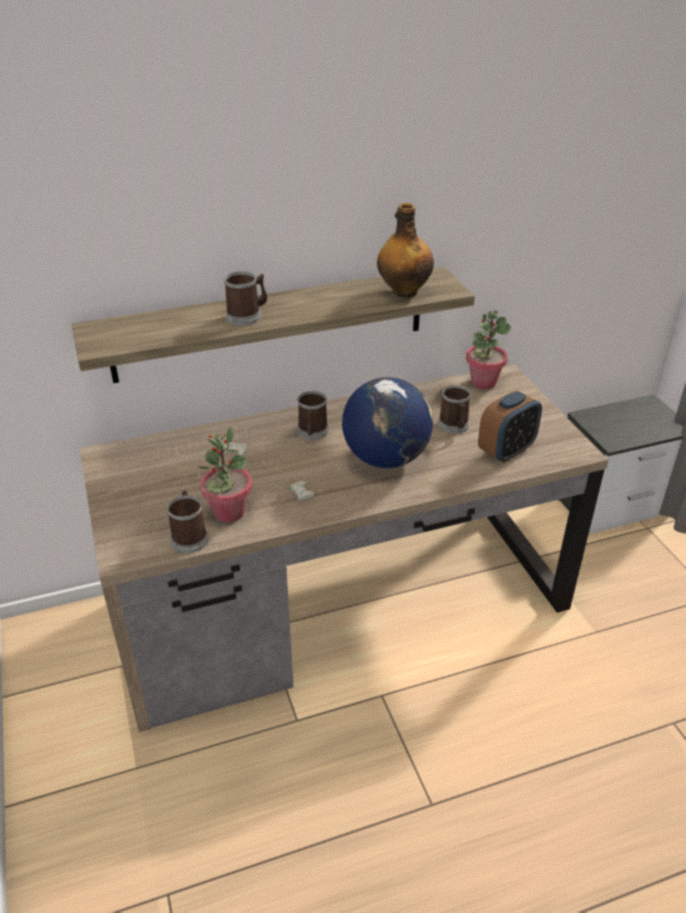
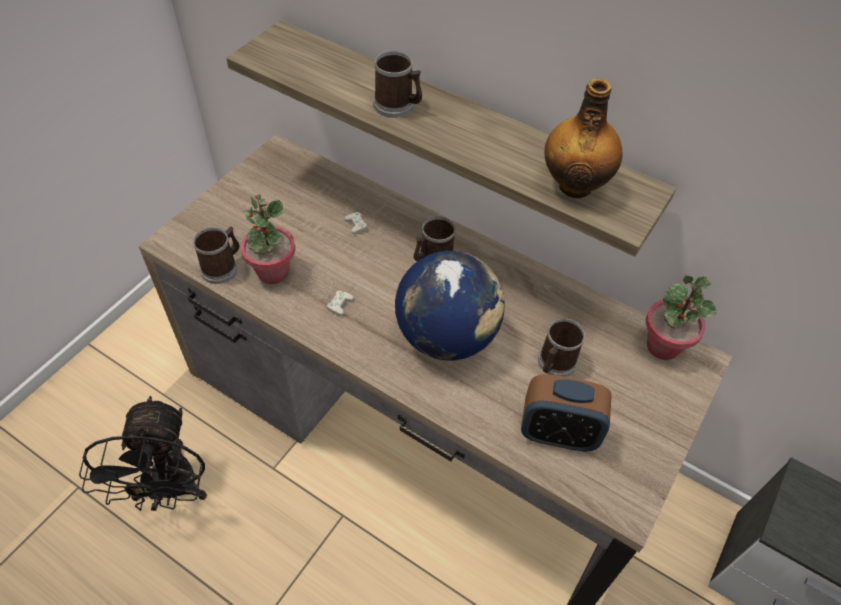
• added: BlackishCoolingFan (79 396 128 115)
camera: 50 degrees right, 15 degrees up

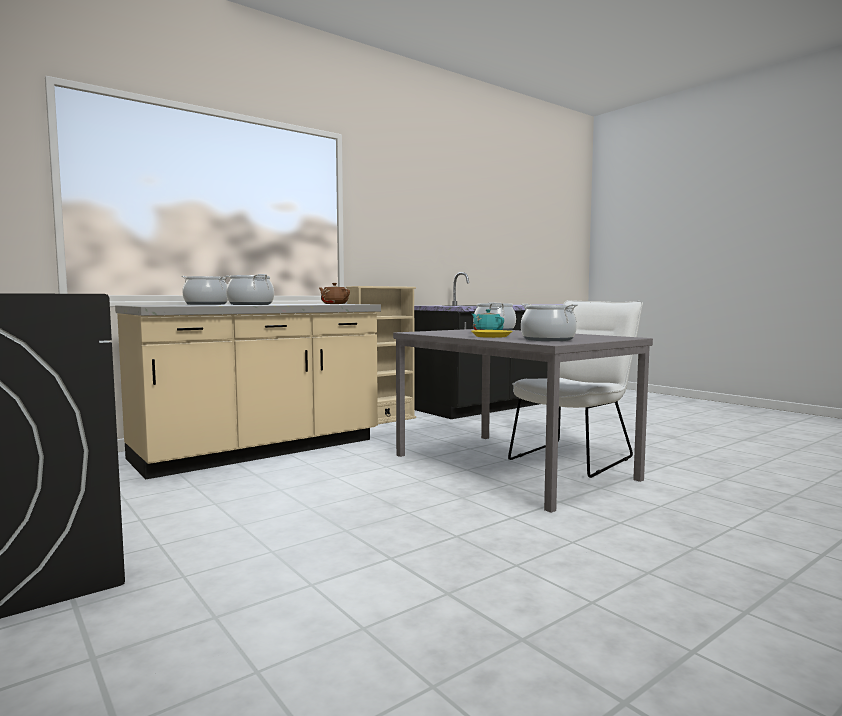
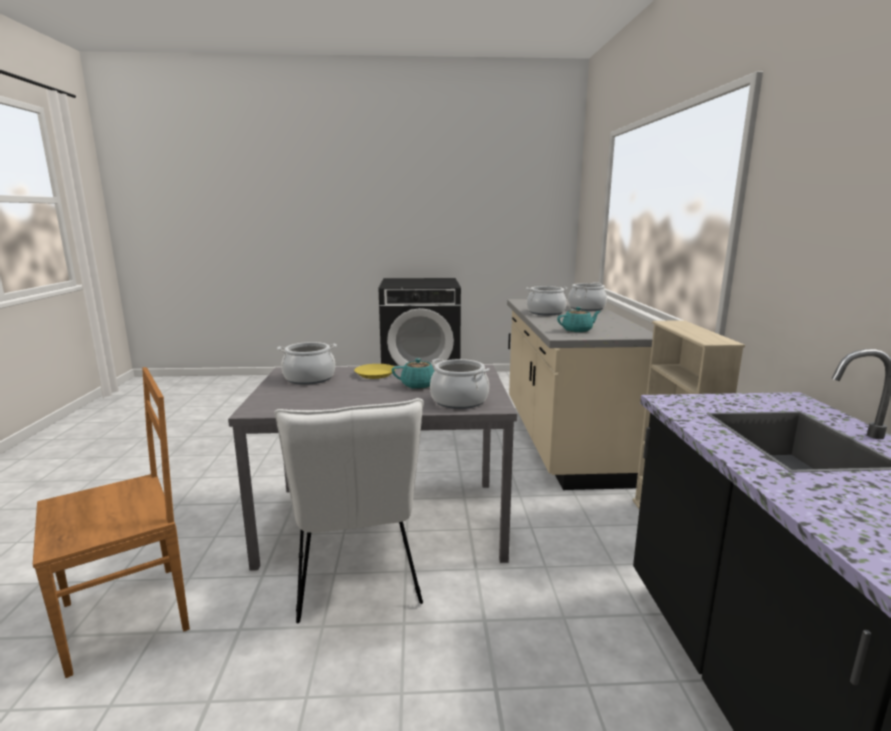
• added: BrownColouredPlainChair (33 367 157 311)
• recoloured: BrownColouredPotForTea (319 283 31 21) to BlueGreenPotForTea (557 307 43 26)
camera: 125 degrees right, 10 degrees up

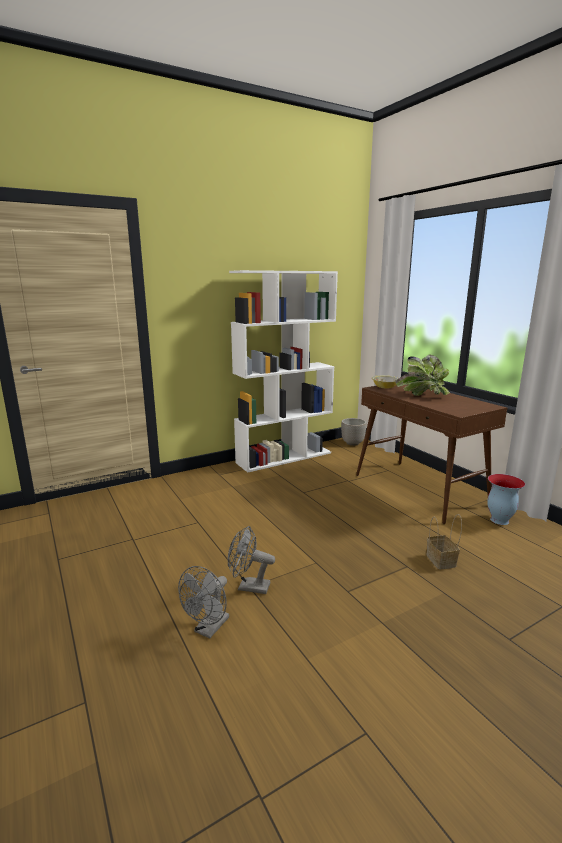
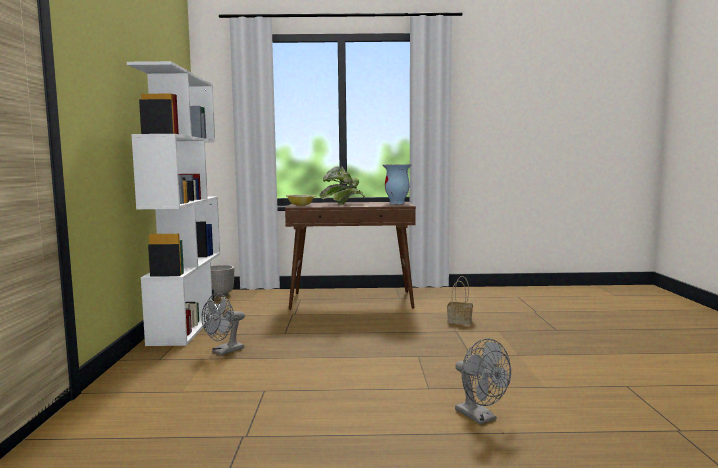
• moved: GreyishCoolingFan (228 526 47 68) to (201 293 44 62)
• moved: DecorativeVase (487 474 38 51) to (383 164 29 40)
camera: 60 degrees left, 10 degrees down

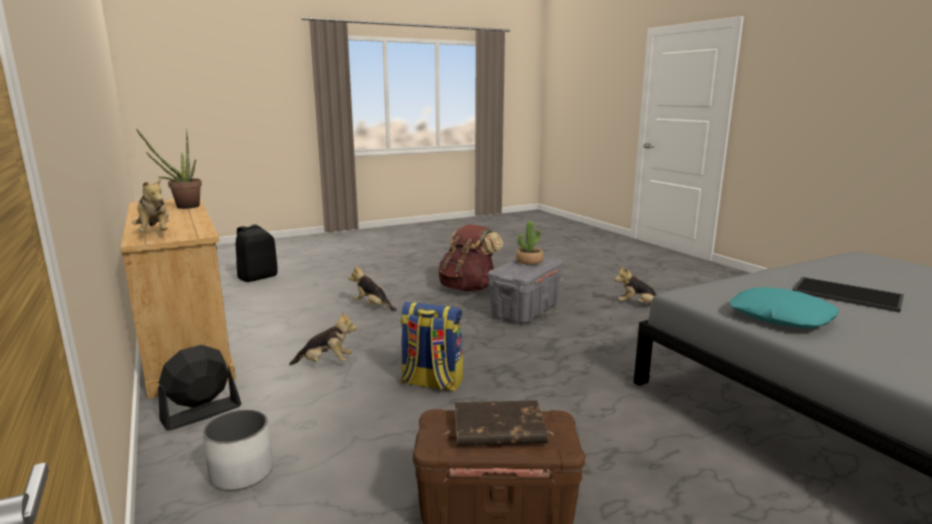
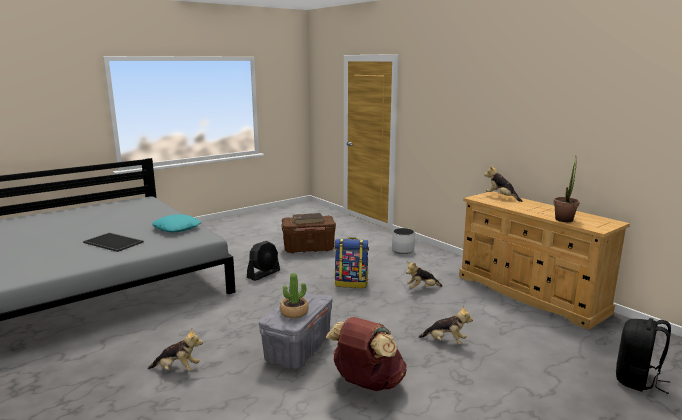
• moved: BlackishCoolingFan (158 345 83 86) to (247 241 33 40)
camera: 170 degrees right, 0 degrees up

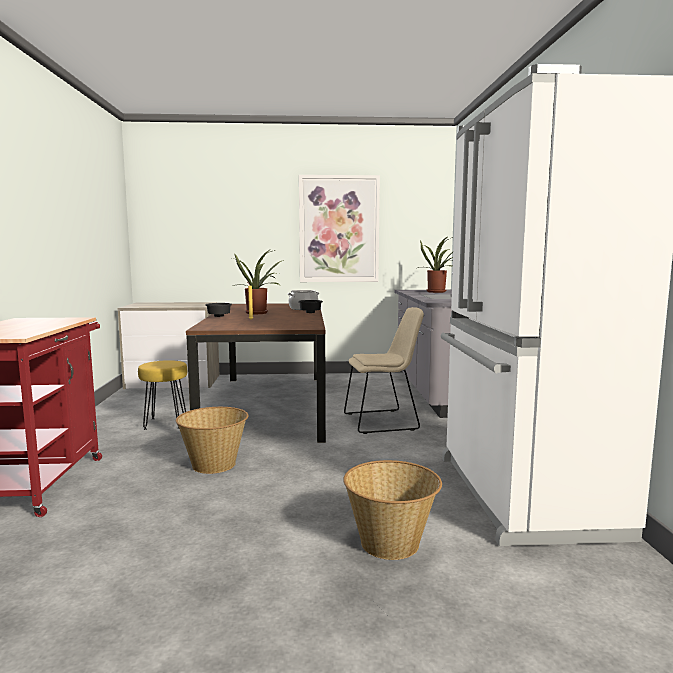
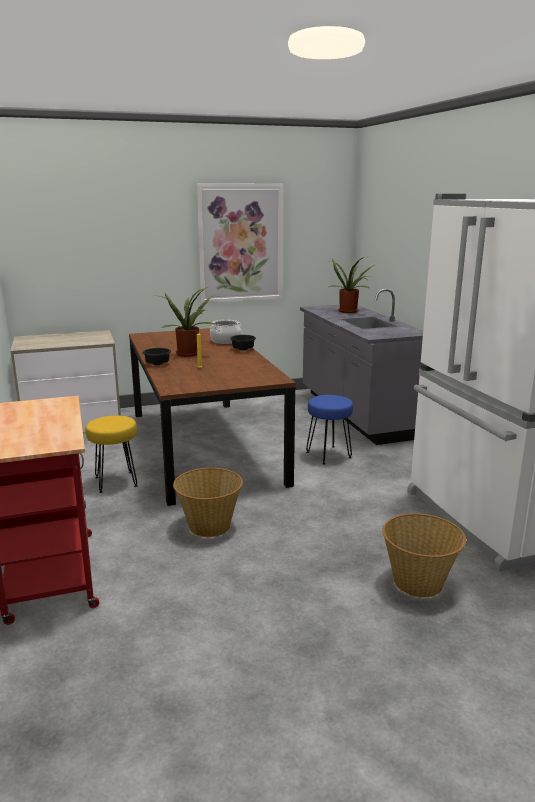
• replaced: BeigeColouredPlainChair (344 307 80 127) to BlueStoolSeat (306 395 47 70)
camera: 15 degrees left, 10 degrees up

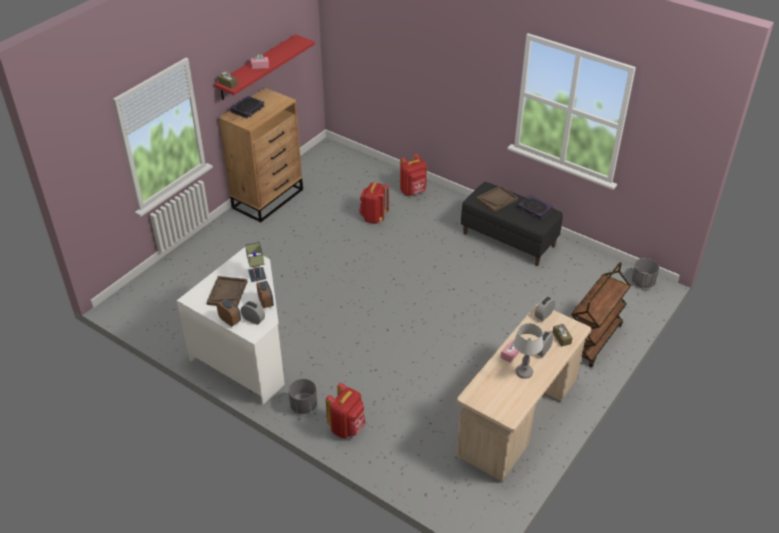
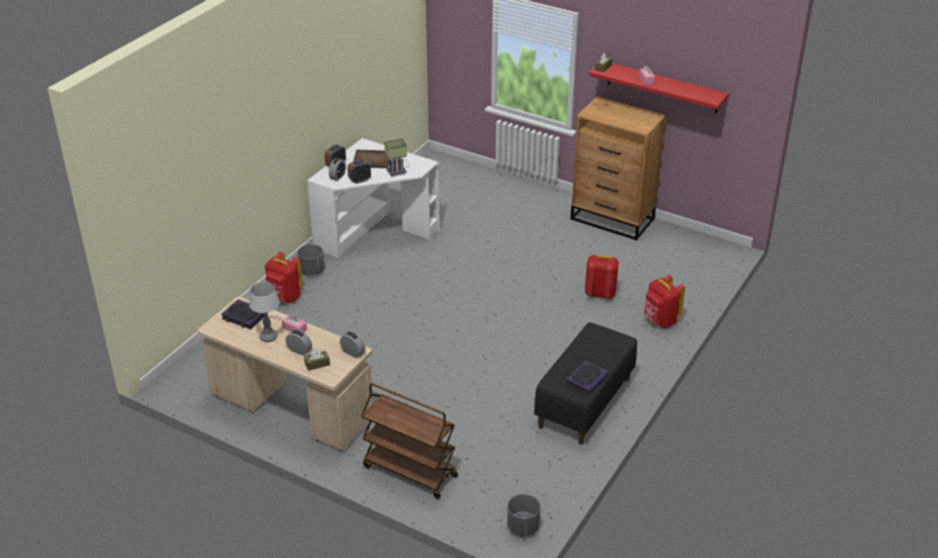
• removed: BrownColouredCarryingTray (477 185 41 27)
• moved: BoundBook (230 96 35 22) to (221 299 43 31)
camera: 85 degrees right, 5 degrees down

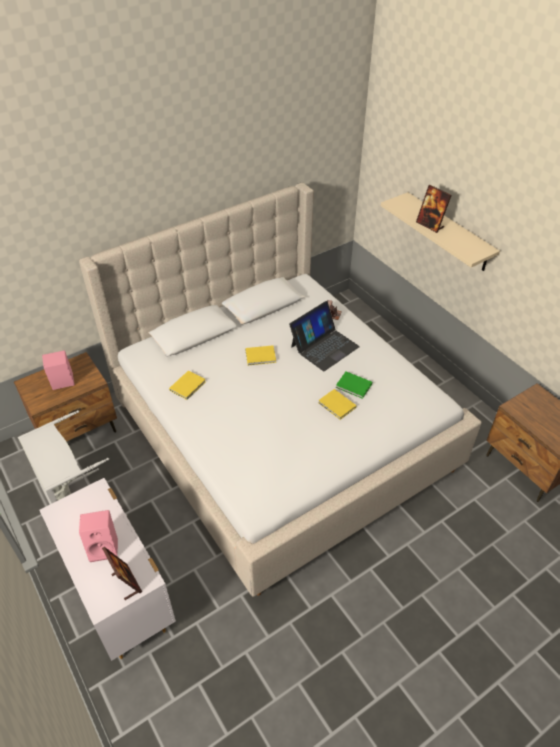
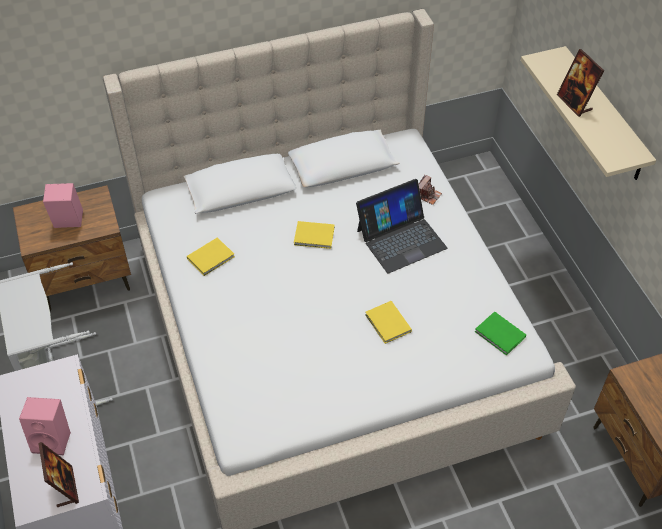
• moved: GreenBoundBook (336 372 36 27) to (475 311 51 45)
camera: 15 degrees right, 5 degrees up

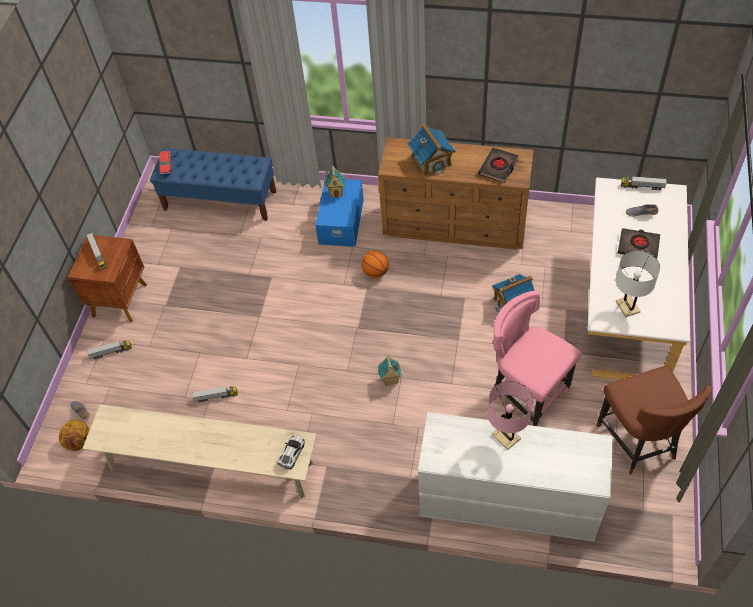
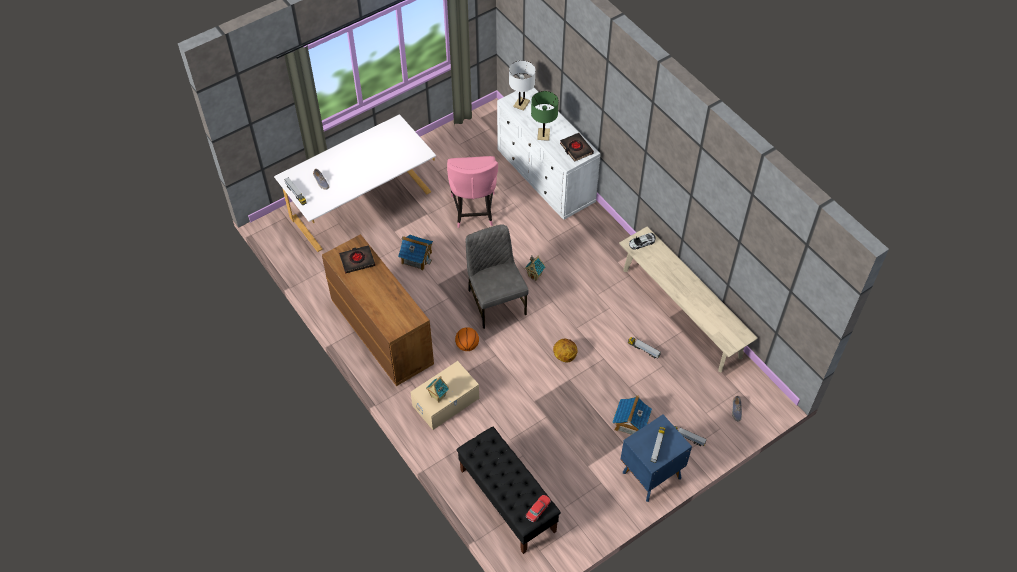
• removed: BrownColouredPlainChair (596 366 117 108)
• added: GreyishPlainChair (465 224 64 105)
• moved: BasketballBall (59 420 31 31) to (553 339 25 24)
• moved: ToyHouse (407 124 49 52) to (613 395 39 40)
• moved: WhiteColouredTabletopLamp (616 250 44 67) to (509 60 26 51)
• moved: BlackishBoundBook (618 228 42 31) to (560 133 34 29)
• recoloured: BrownColouredNightTable (68 235 79 88) to BlueNightTable (620 415 72 87)
• recoloured: BlueIndoorBench (150 148 126 73) to BlackishIndoorBench (457 427 104 127)
• recoloured: BlueStorageContainer (315 179 49 68) to BeigeColouredStorageContainer (411 361 68 69)
• recoloured: PinkishTabletopLamp (487 381 46 69) to GreenTabletopLamp (531 91 28 50)
camera: 140 degrees left, 0 degrees up

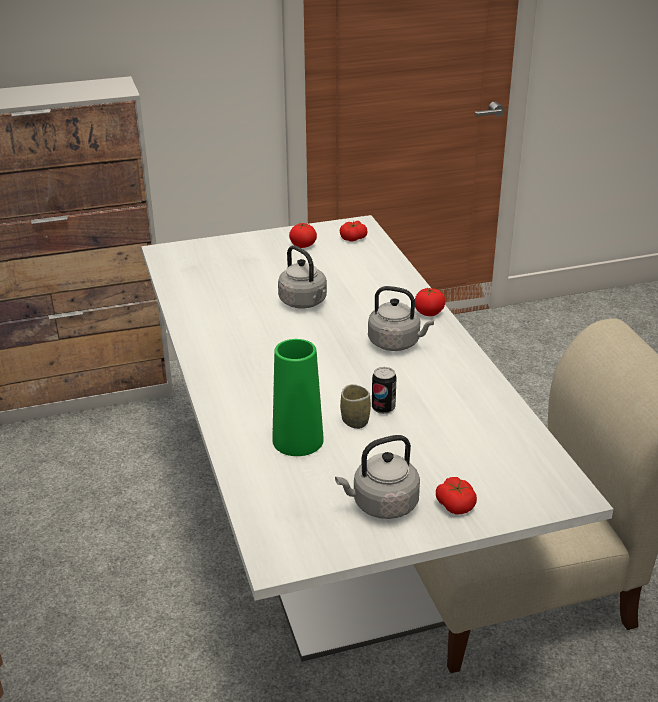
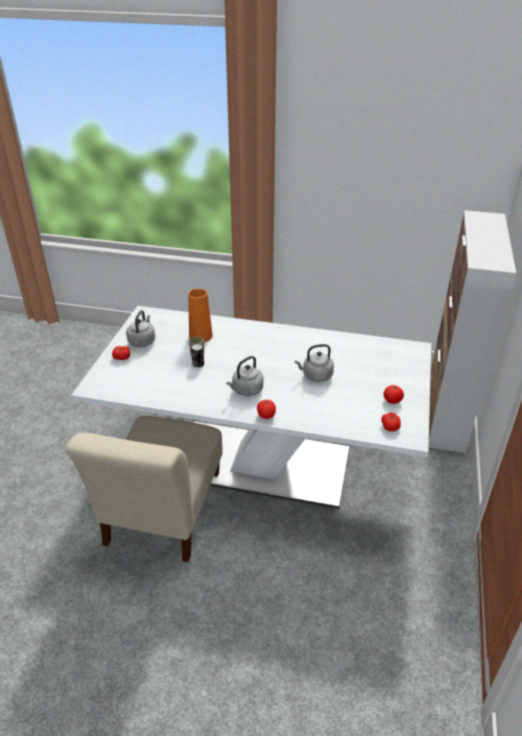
• recoloured: GreenDecorativeVase (272 339 52 117) to OrangeyDecorativeVase (188 289 25 53)
camera: 120 degrees right, 5 degrees up

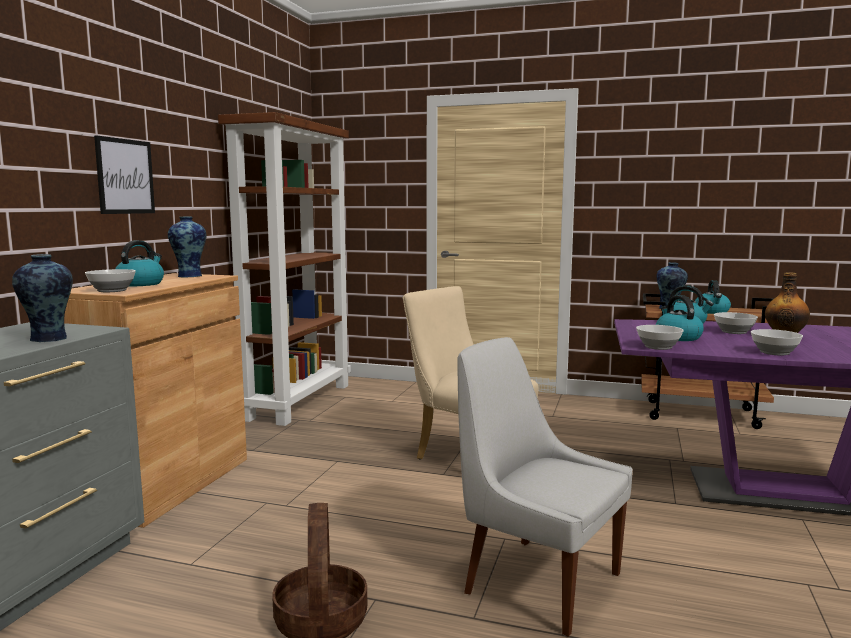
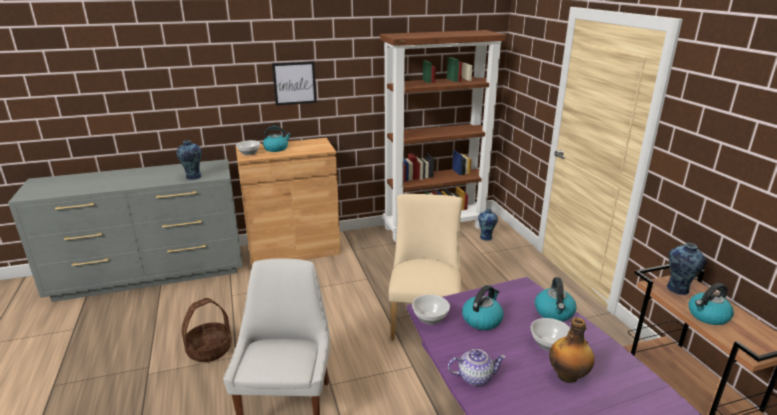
• moved: DecorativeVase (168 217 39 60) to (478 209 20 32)
• replaced: ServingBowl (751 329 52 27) to PotForTea (448 349 58 37)
camera: 55 degrees right, 15 degrees up

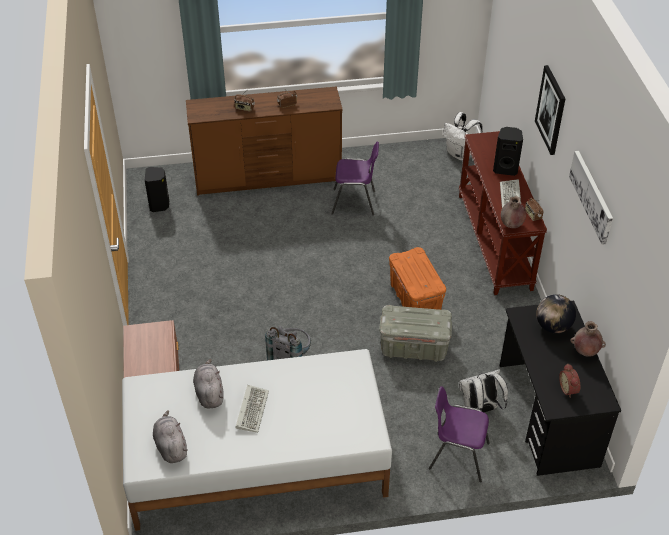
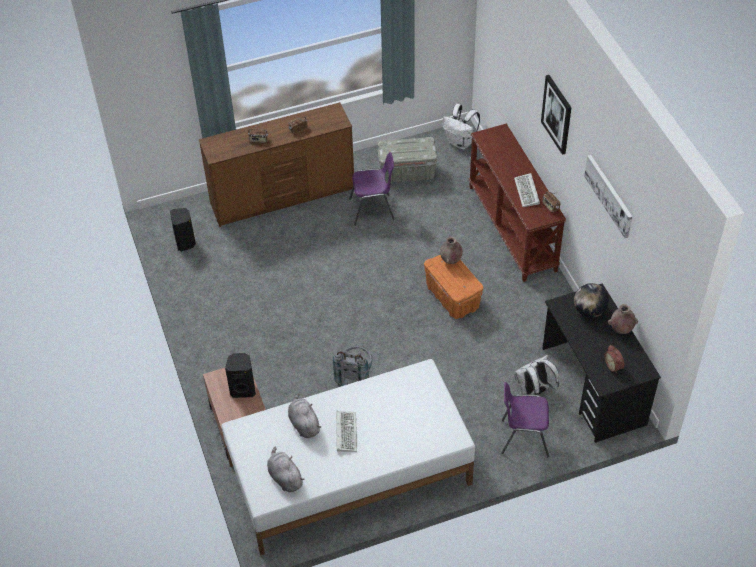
• moved: GreyishStorageContainer (379 305 73 57) to (378 137 60 46)
• moved: BlackishSpeaker (493 127 30 49) to (225 353 31 45)
• moved: BrownColouredDecorativeVase (501 196 25 32) to (440 237 23 27)
camera: 10 degrees left, 5 degrees up

